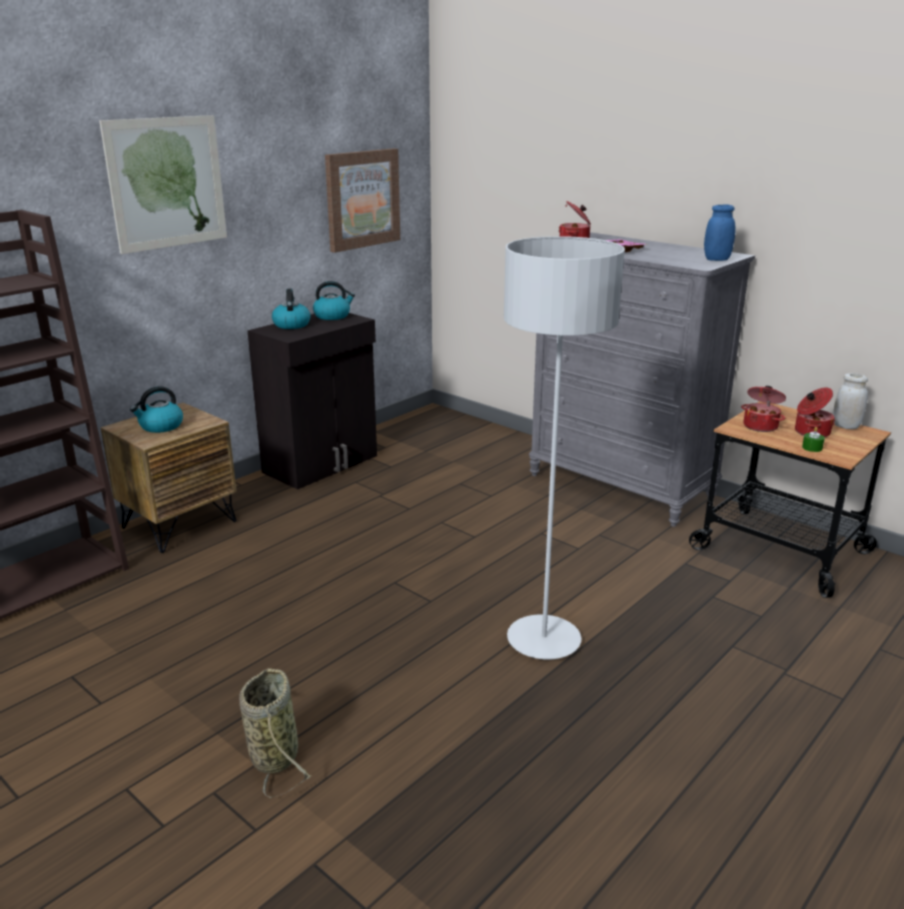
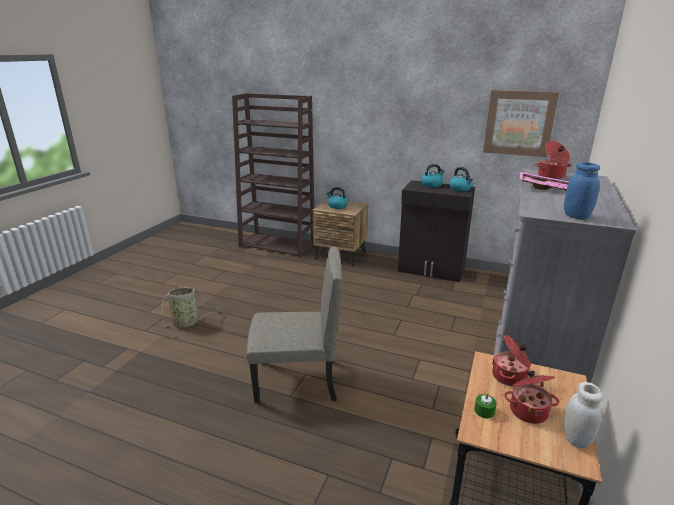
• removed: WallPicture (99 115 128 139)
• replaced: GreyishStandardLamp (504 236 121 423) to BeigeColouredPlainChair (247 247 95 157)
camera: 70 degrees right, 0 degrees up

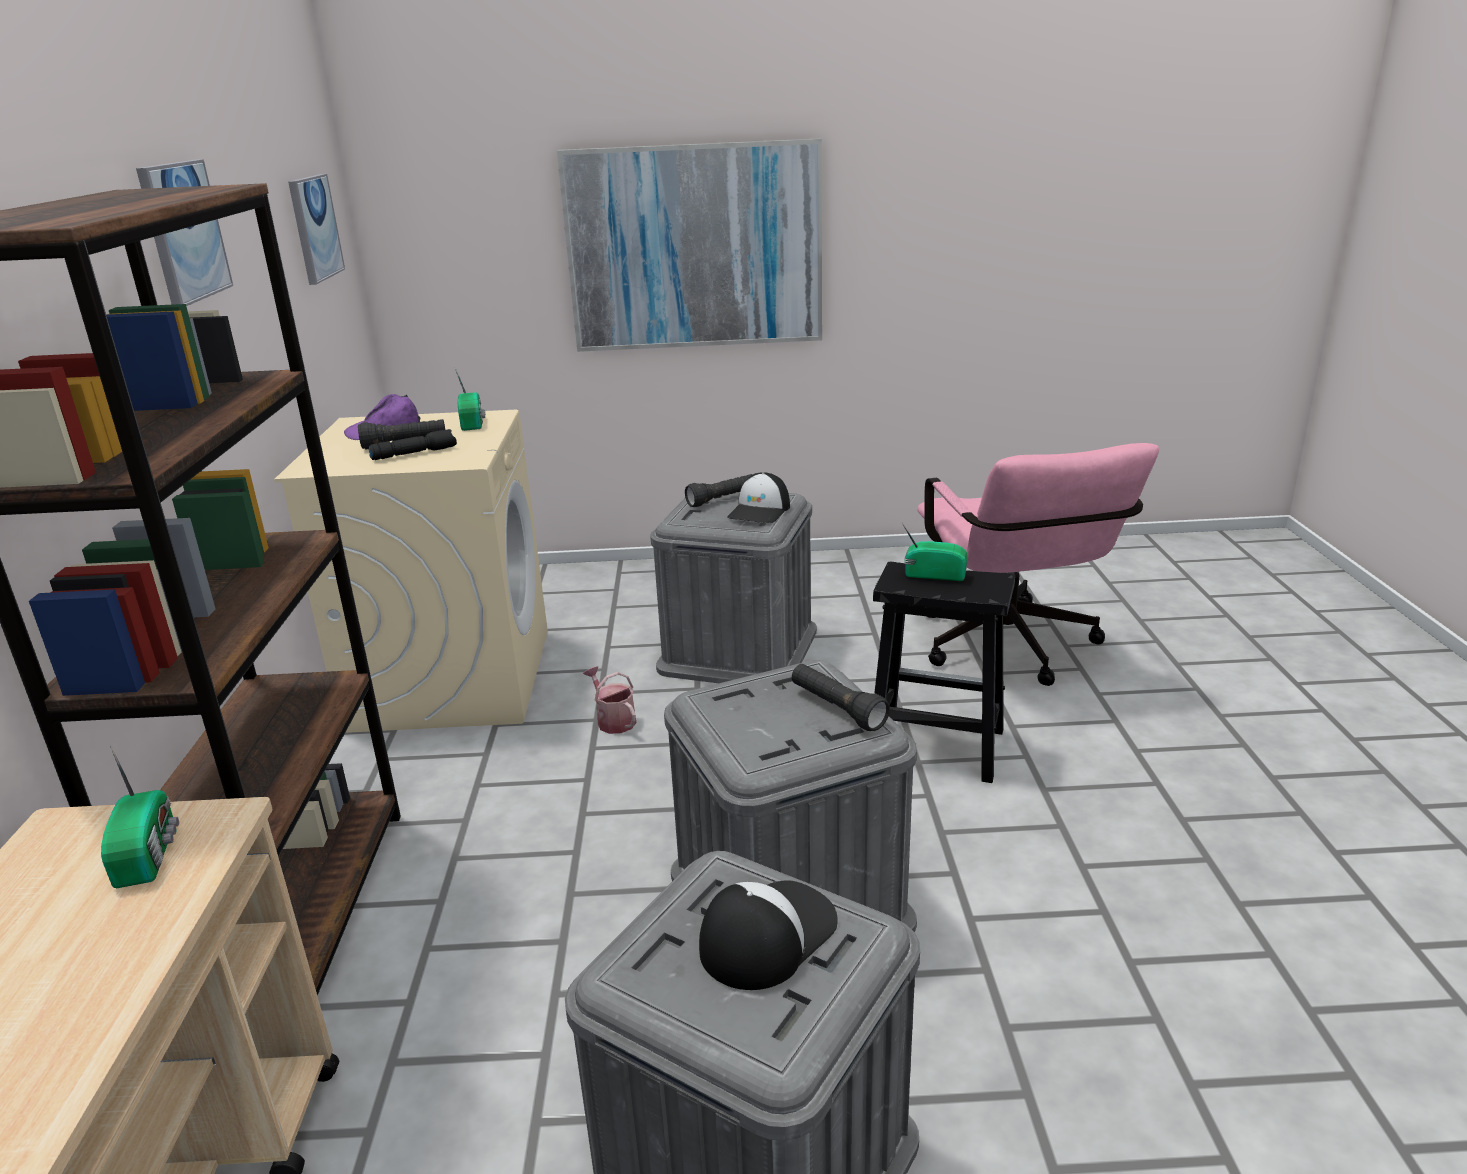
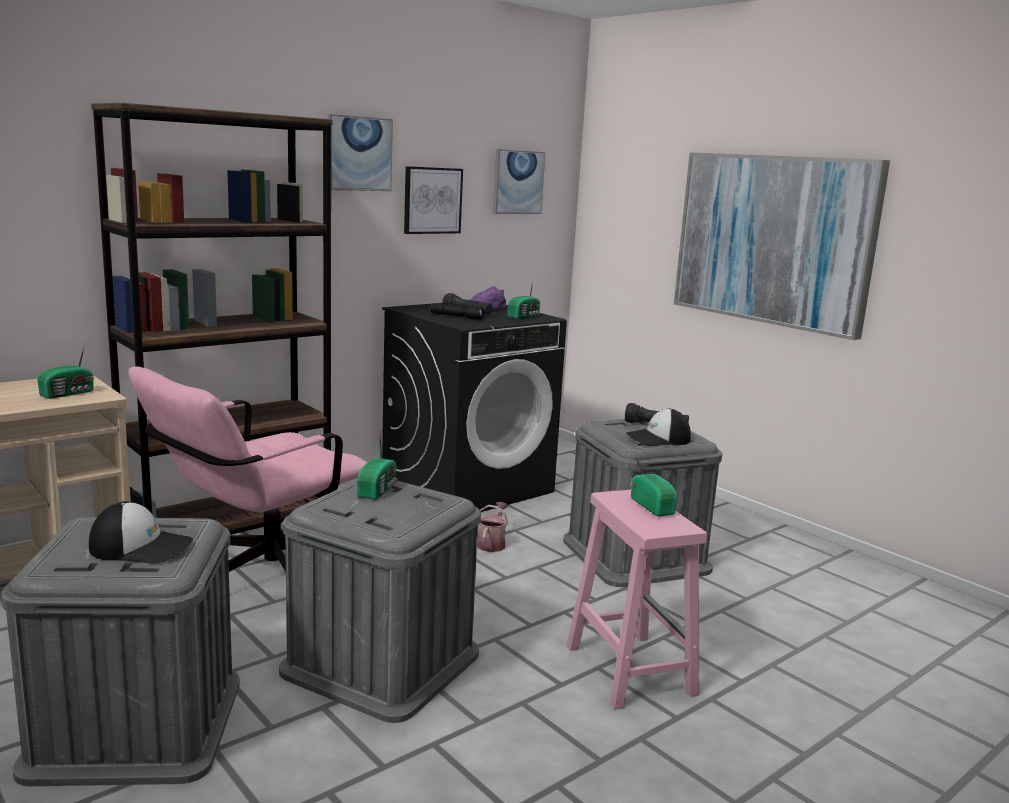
• removed: BlackishHandTorch (792 664 98 67)
• added: Radio (357 434 41 66)
• added: WallPicture (404 166 59 68)
• moved: PinkishComputerChair (917 443 242 243) to (128 367 240 205)
• recoloured: BeigeColouredLaundryAppliance (274 410 274 323) to BlackishLaundryAppliance (382 303 185 209)
• recoloured: BlackishStoolSeat (873 562 142 221) to PinkishStoolSeat (567 490 140 220)
camera: 50 degrees right, 10 degrees down

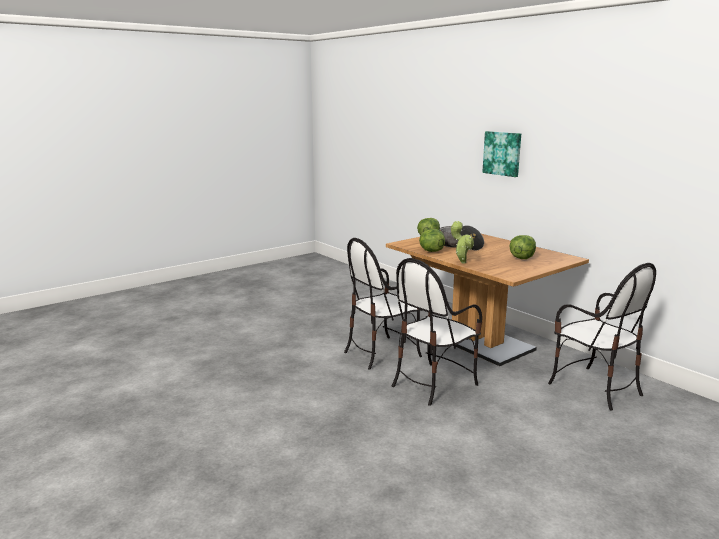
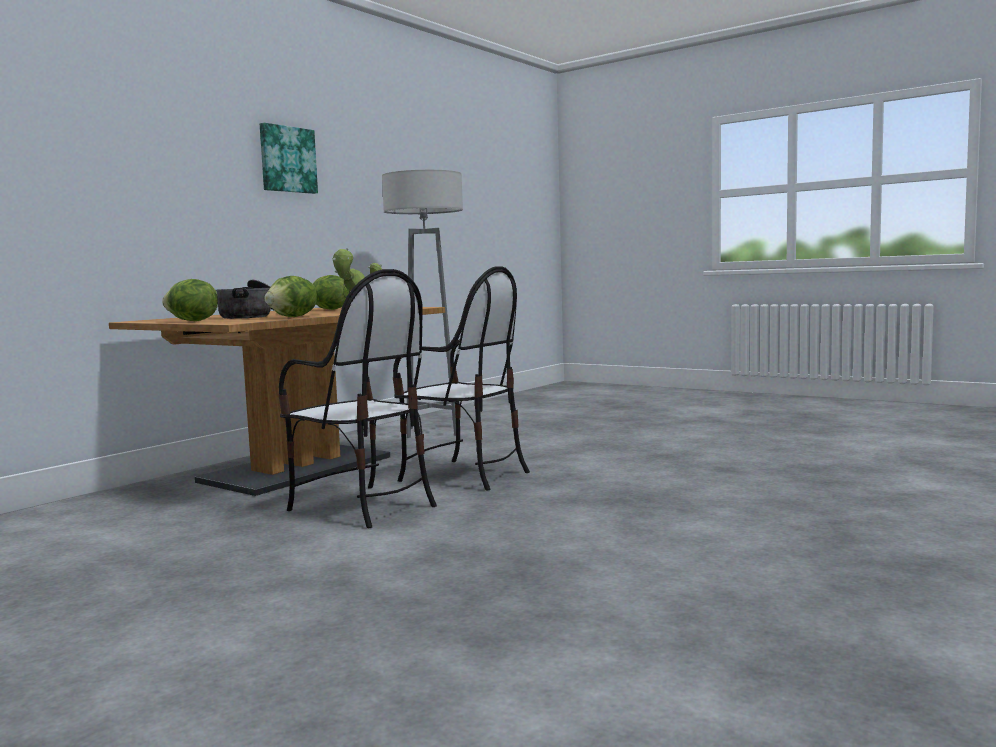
• moved: WallPicture (482 131 39 46) to (260 123 58 71)
• replaced: PlainChair (548 263 108 148) to GreyishStandardLamp (382 170 81 268)
camera: 105 degrees left, 10 degrees down

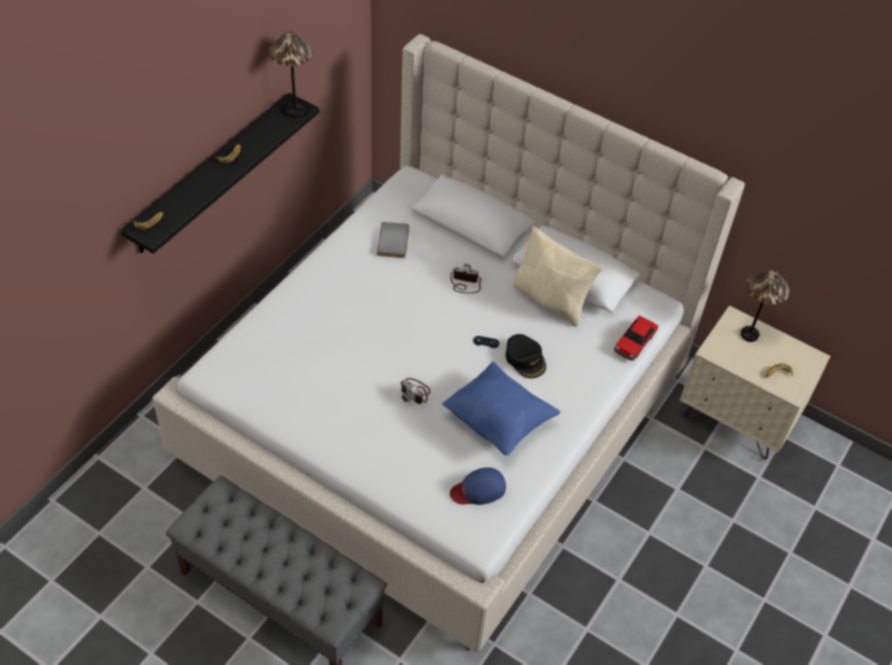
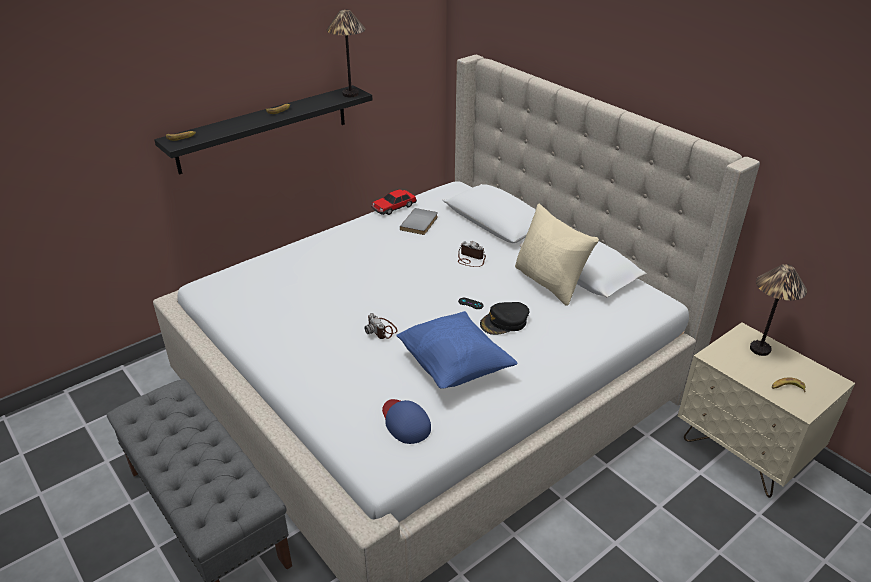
• moved: MiniatureCar (614 316 44 45) to (372 189 45 26)
• turned: BlueBaseballCap (450 467 56 38) = (382 399 49 45) 60 degrees clockwise
• turned: BlackishBaseballCap (506 334 40 44) = (480 302 49 33) 75 degrees clockwise
camera: 20 degrees right, 15 degrees down

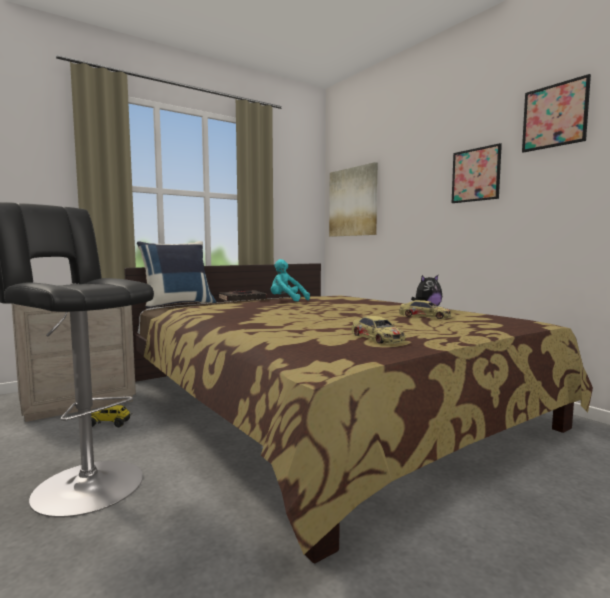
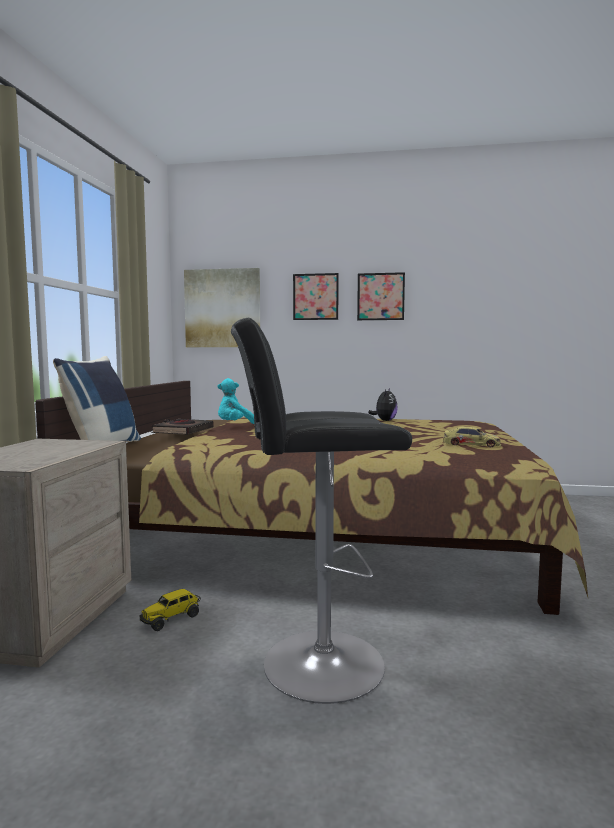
• removed: MiniatureCar (399 300 52 19)
• moved: WallPicture (522 74 69 78) to (293 273 46 47)
camera: 45 degrees left, 0 degrees up

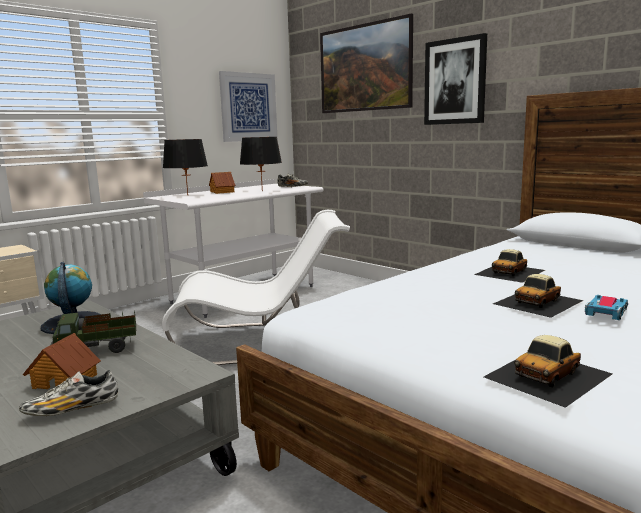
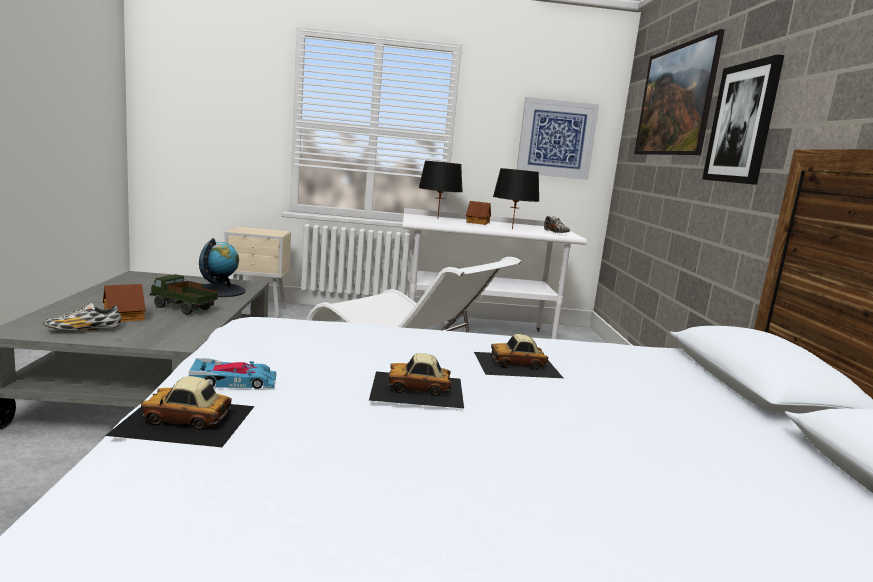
• moved: MiniatureCar (585 295 43 25) to (189 358 87 31)
• turned: ItemOfFootwear (19 370 99 46) = (43 303 78 28) 45 degrees counterclockwise
camera: 40 degrees right, 0 degrees up

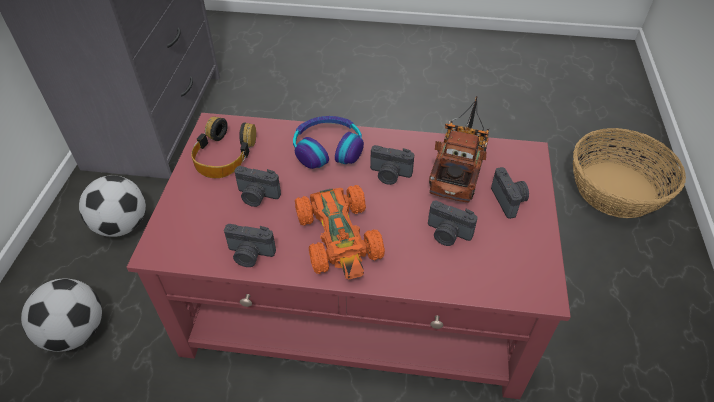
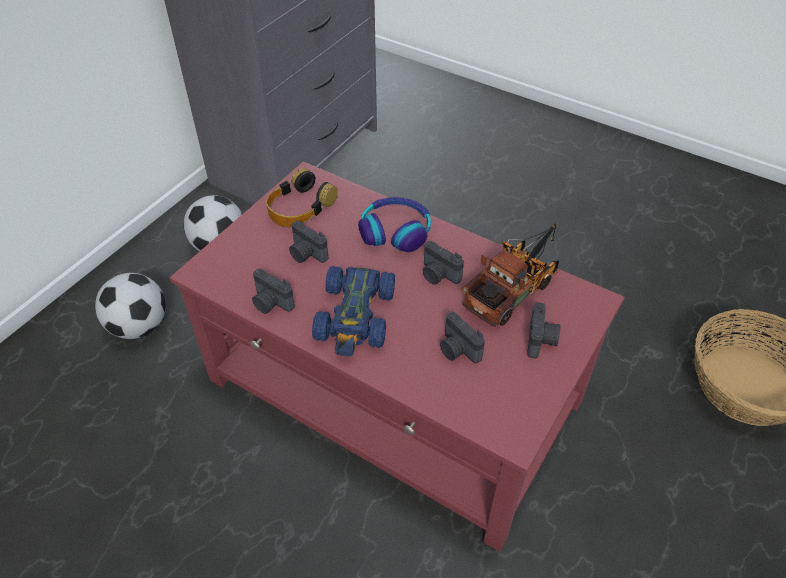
• recoloured: OrangeyMiniatureCar (295 185 90 94) to BlueMiniatureCar (312 266 83 90)
camera: 25 degrees right, 0 degrees up

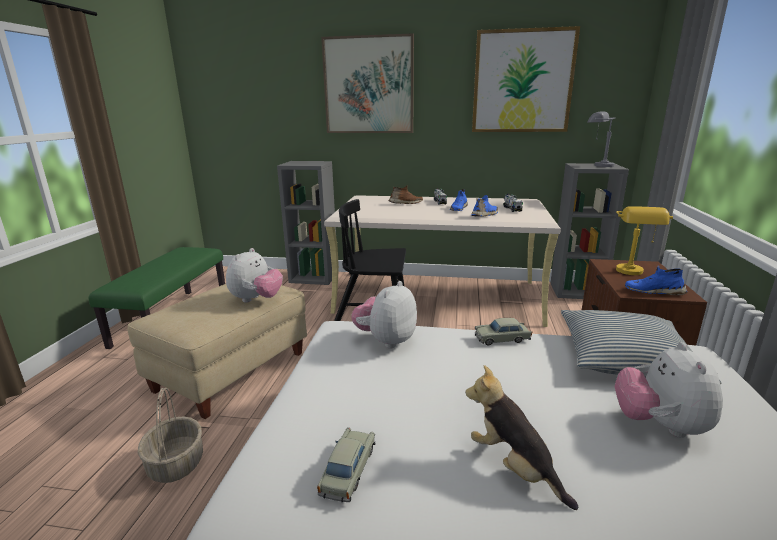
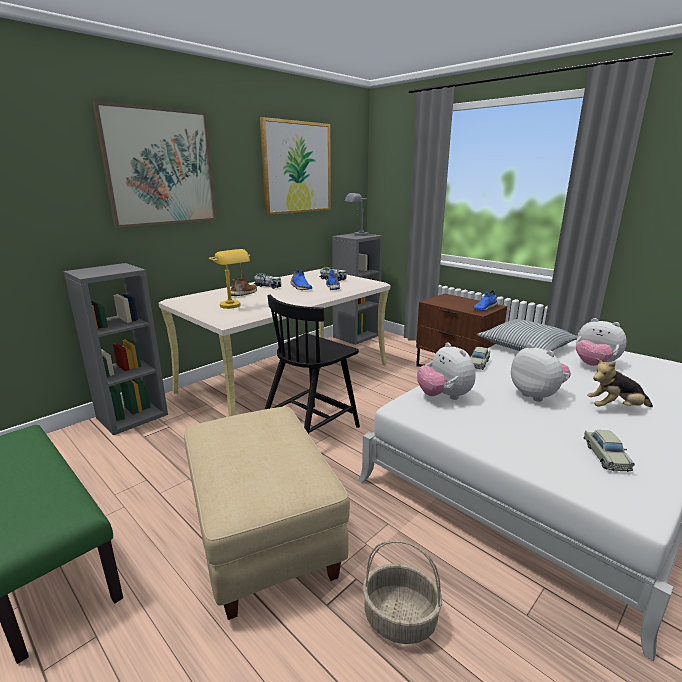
• moved: CuddlyToy (226 248 57 55) to (511 344 60 58)
• moved: YellowishTabletopLamp (616 206 57 69) to (209 249 41 60)
• turned: BeigeColouredMiniatureCar (317 427 58 75) = (584 430 51 42) 135 degrees counterclockwise
camera: 55 degrees left, 0 degrees up

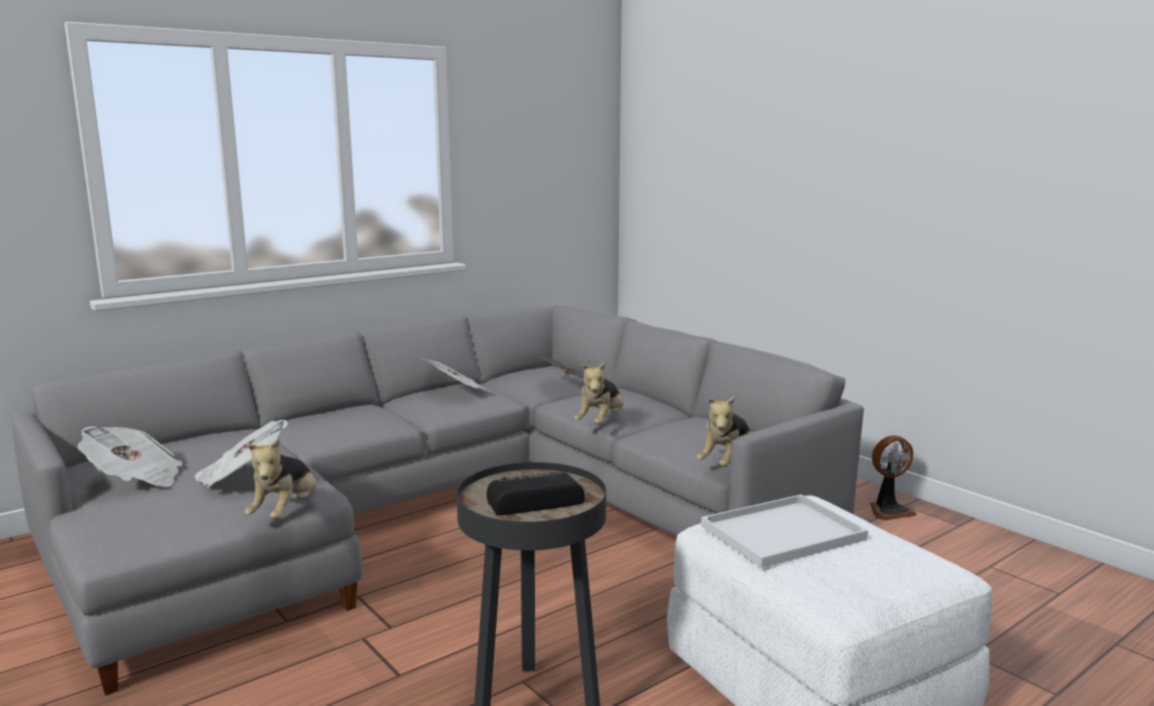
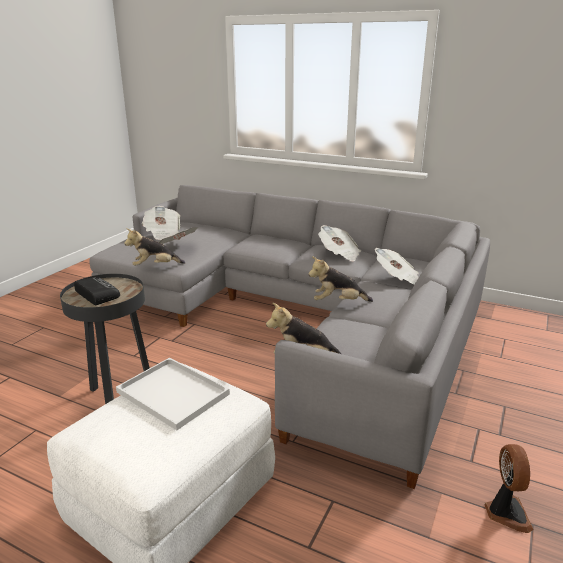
• turned: CoolingFan (870 435 47 85) = (484 444 49 89) 135 degrees counterclockwise
camera: 65 degrees right, 10 degrees up

